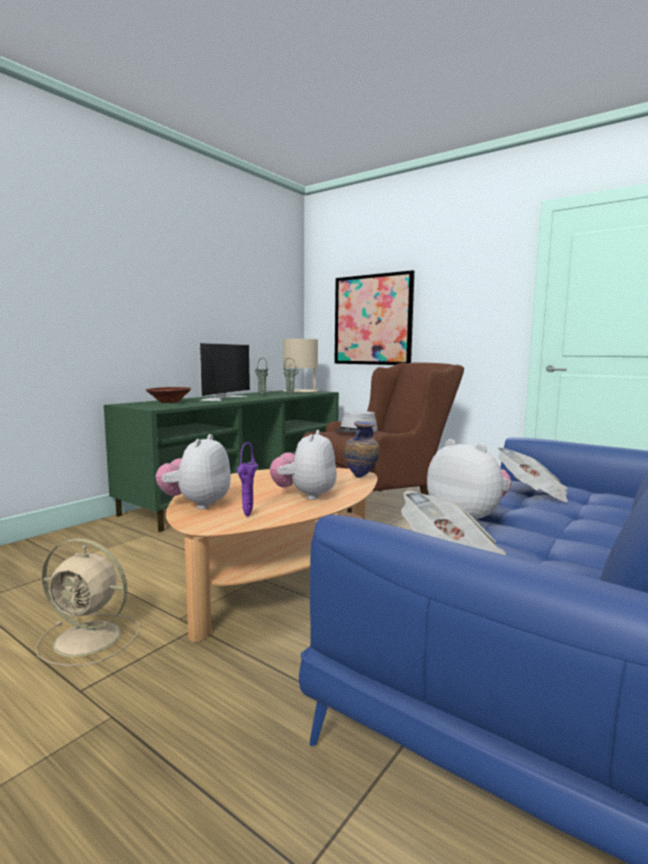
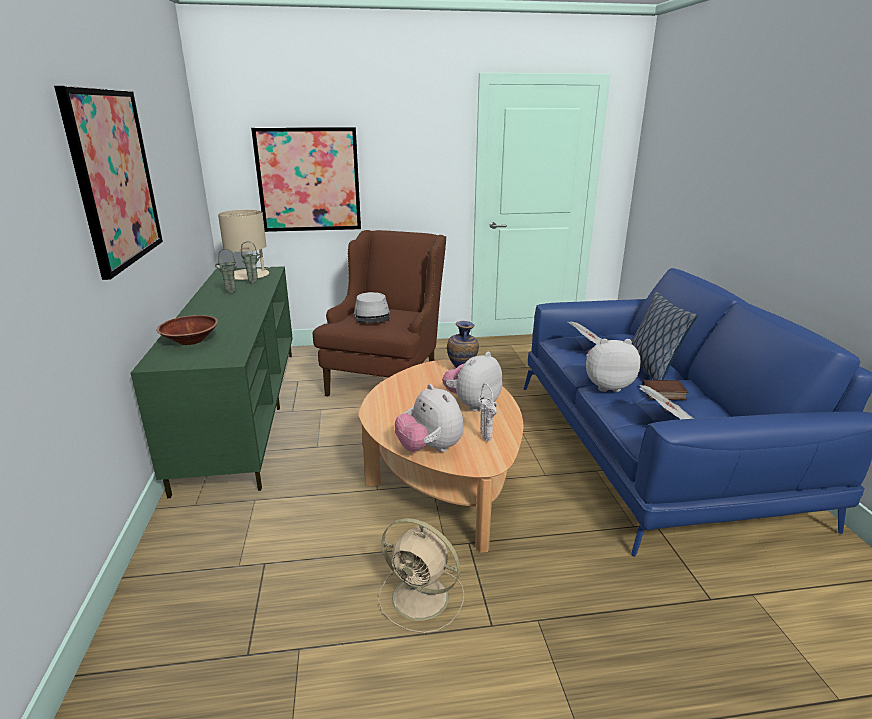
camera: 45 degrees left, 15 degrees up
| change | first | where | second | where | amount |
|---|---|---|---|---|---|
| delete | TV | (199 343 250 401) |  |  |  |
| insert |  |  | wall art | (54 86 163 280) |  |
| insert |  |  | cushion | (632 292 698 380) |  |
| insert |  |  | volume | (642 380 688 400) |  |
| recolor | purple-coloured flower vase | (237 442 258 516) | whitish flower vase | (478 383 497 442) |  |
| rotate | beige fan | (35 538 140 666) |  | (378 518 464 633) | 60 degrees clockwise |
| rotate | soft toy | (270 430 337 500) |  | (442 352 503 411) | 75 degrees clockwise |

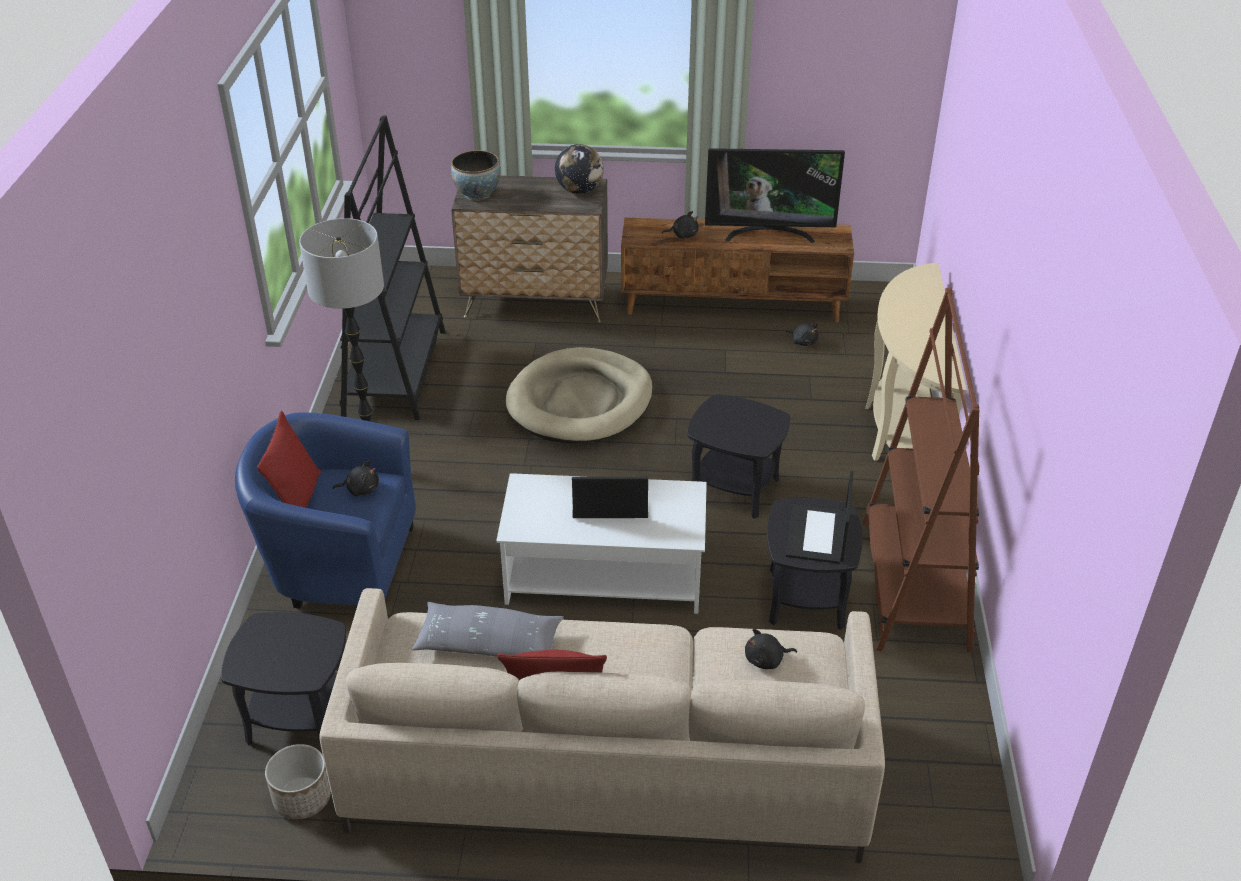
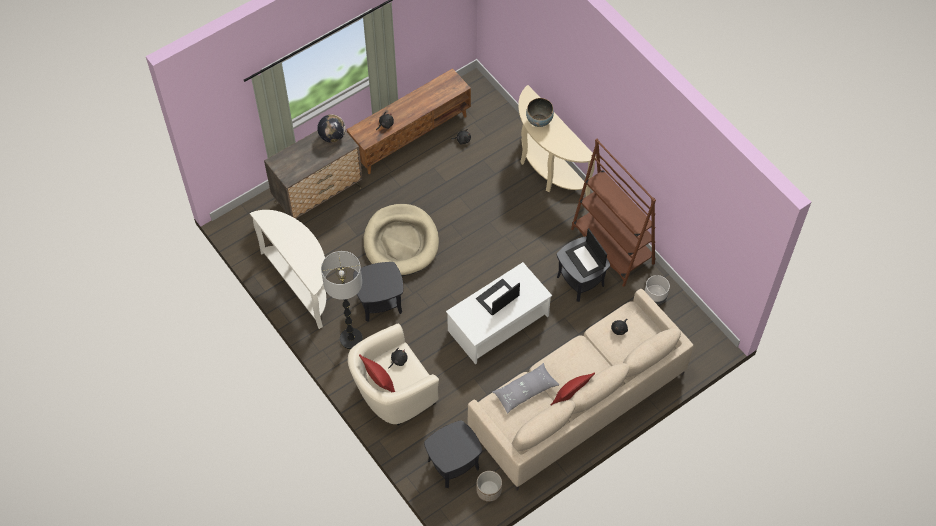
camera: 40 degrees left, 20 degrees up
| change | first | where | second | where | amount |
|---|---|---|---|---|---|
| delete | TV | (705 148 845 243) |  |  |  |
| insert |  |  | greyish planter | (645 275 670 304) |  |
| move | serving bowl | (451 150 500 201) |  | (526 98 554 127) |  |
| move | black-coloured side table | (687 394 790 518) |  | (353 262 403 322) |  |
| replace | black-coloured shelving unit | (340 115 445 420) | whitish console table | (250 210 326 329) |  |
| recolor | blue armchair | (235 412 416 608) | beige armchair | (348 323 439 425) |  |

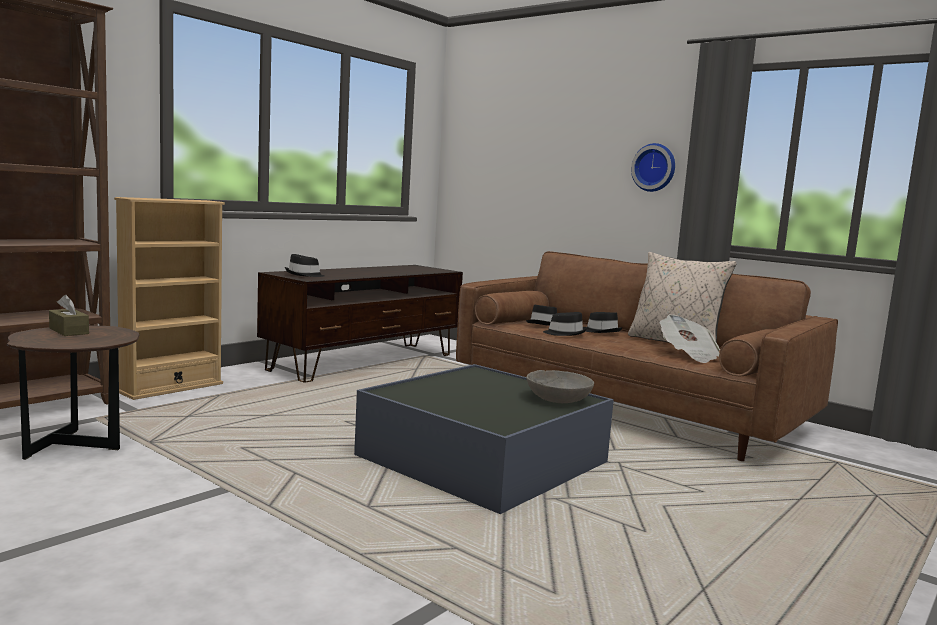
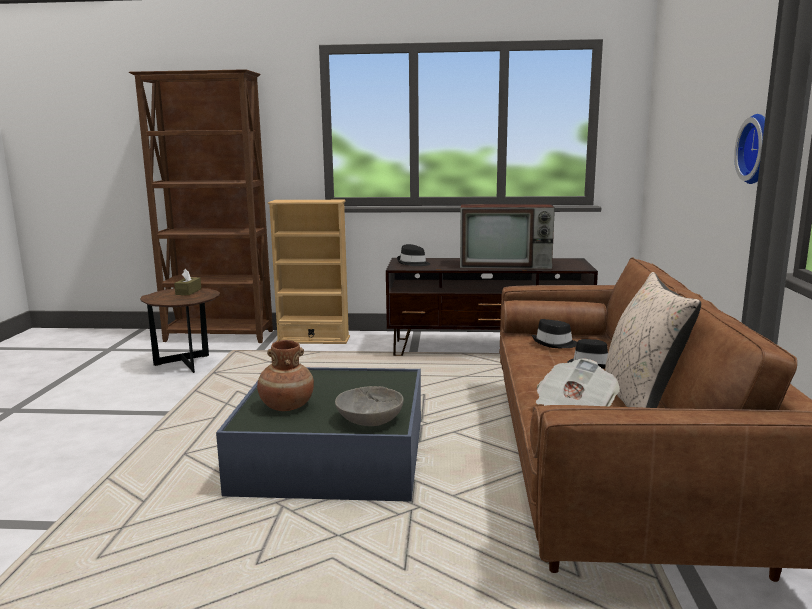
camera: 55 degrees right, 5 degrees up
| change | first | where | second | where | amount |
|---|---|---|---|---|---|
| delete | black-coloured hat | (543 312 587 336) |  |  |  |
| insert |  |  | brownish flower vase | (257 340 314 411) |  |
| insert |  |  | TV | (460 204 555 269) |  |

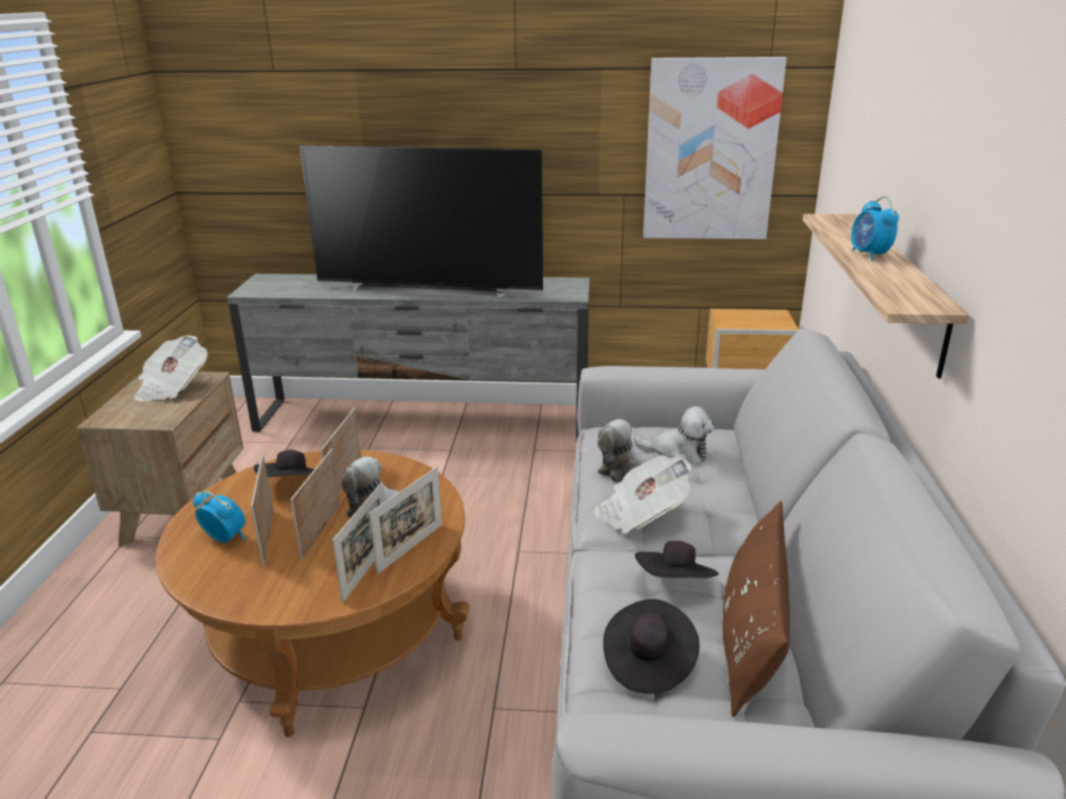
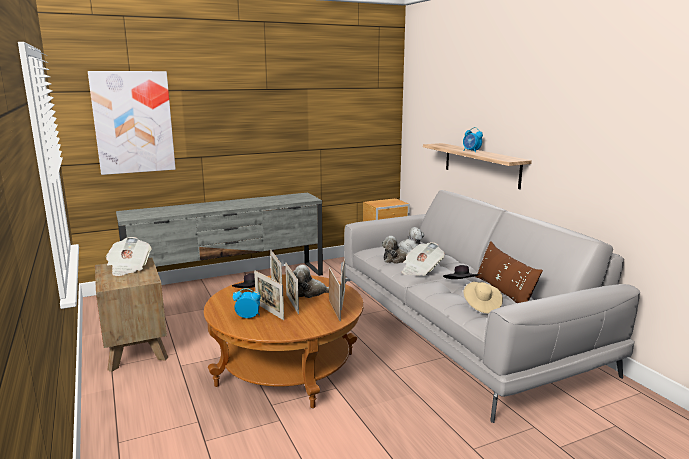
camera: 30 degrees left, 10 degrees down
| change | first | where | second | where | amount |
|---|---|---|---|---|---|
| delete | TV | (300 146 543 298) |  |  |  |
| move | wall art | (643 57 787 239) |  | (88 71 176 175) |  |
| recolor | black-coloured hat | (603 599 699 694) | beige hat | (463 282 503 313) |  |

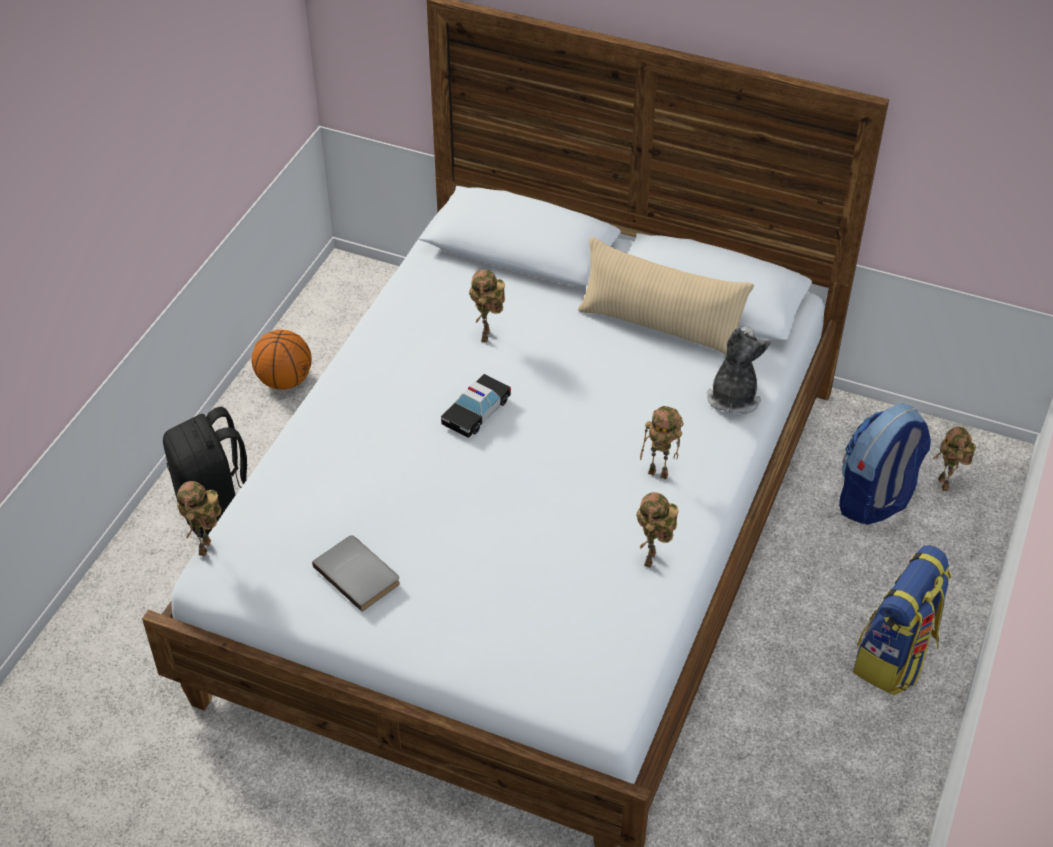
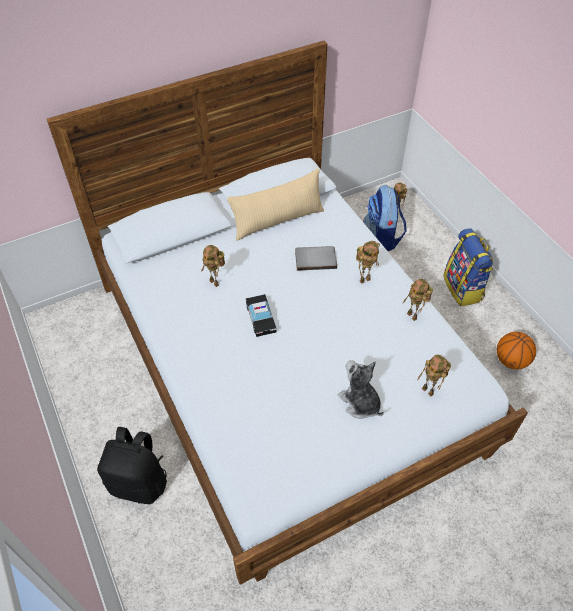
camera: 50 degrees left, 5 degrees up
| change | first | where | second | where | amount |
|---|---|---|---|---|---|
| move | toy robot | (177 481 221 556) |  | (417 354 451 396) |  |
| move | ball for basketball | (252 330 312 390) |  | (497 332 536 369) |  |
| move | greyish volume | (312 535 400 612) |  | (295 246 337 271) |  |
| move | soft toy | (707 326 770 414) |  | (337 360 384 419) |  |

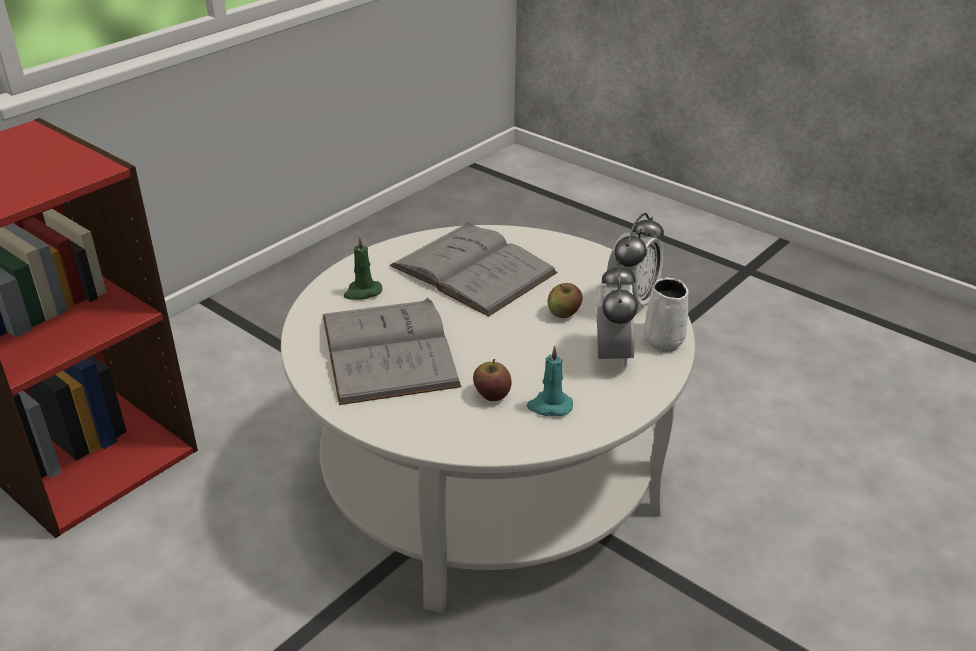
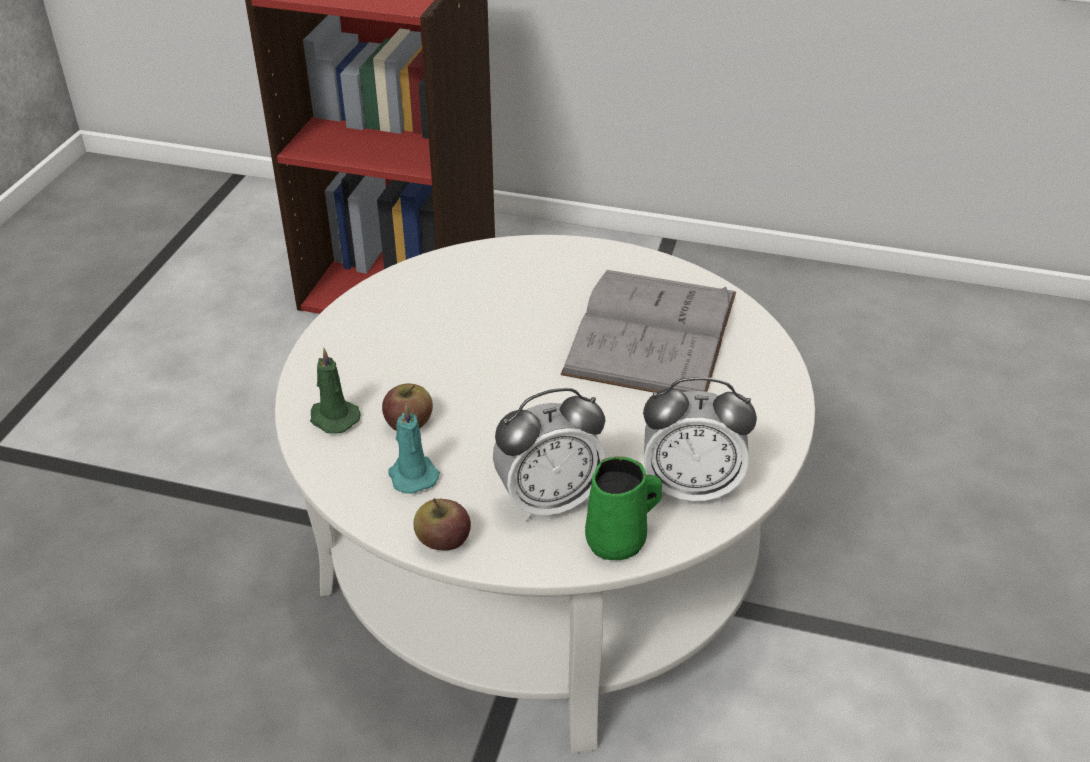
camera: 65 degrees right, 5 degrees up
| change | first | where | second | where | amount |
|---|---|---|---|---|---|
| delete | greyish volume | (323 298 461 405) |  |  |  |
| move | green-coloured wax candle | (344 236 382 300) |  | (310 348 360 434) |  |
| move | apple | (548 283 583 318) |  | (413 498 471 551) |  |
| recolor | whitish mug | (643 278 688 352) | green-coloured mug | (585 456 662 560) |  |

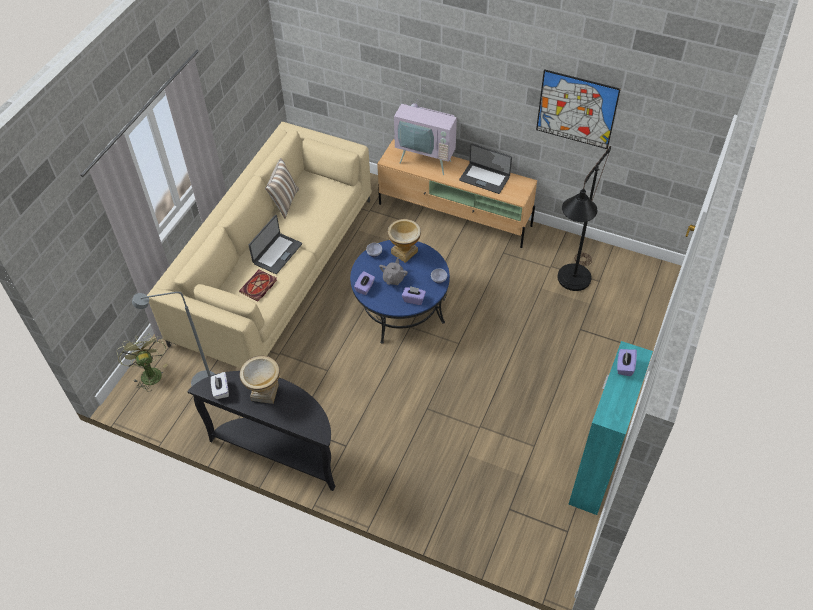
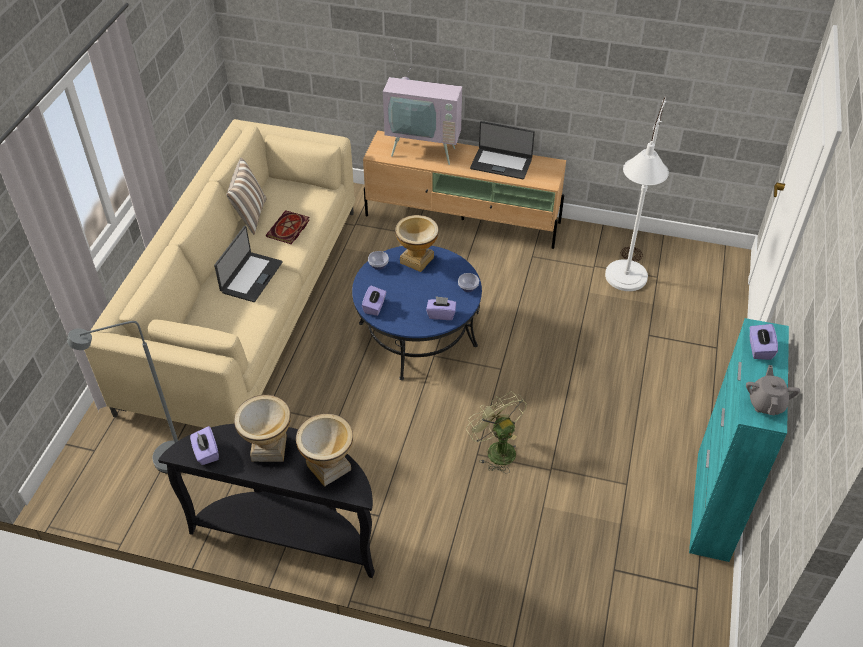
camera: 10 degrees left, 5 degrees down
| change | first | where | second | where | amount |
|---|---|---|---|---|---|
| delete | wall art | (536 69 621 149) |  |  |  |
| insert |  |  | flower vase | (296 413 353 487) |  |
| move | green-coloured fan | (117 334 168 390) |  | (466 391 527 473) |  |
| move | volume | (239 269 277 301) |  | (266 210 310 244) |  |
| move | greyish pot for tea | (379 257 408 285) |  | (746 365 800 416) |  |
| recolor | whitish tissue holder | (211 372 229 399) | purple-coloured tissue holder | (190 426 219 465) |  |
| recolor | black-coloured standard lamp | (558 146 611 291) | whitish standard lamp | (605 96 669 291) |  |

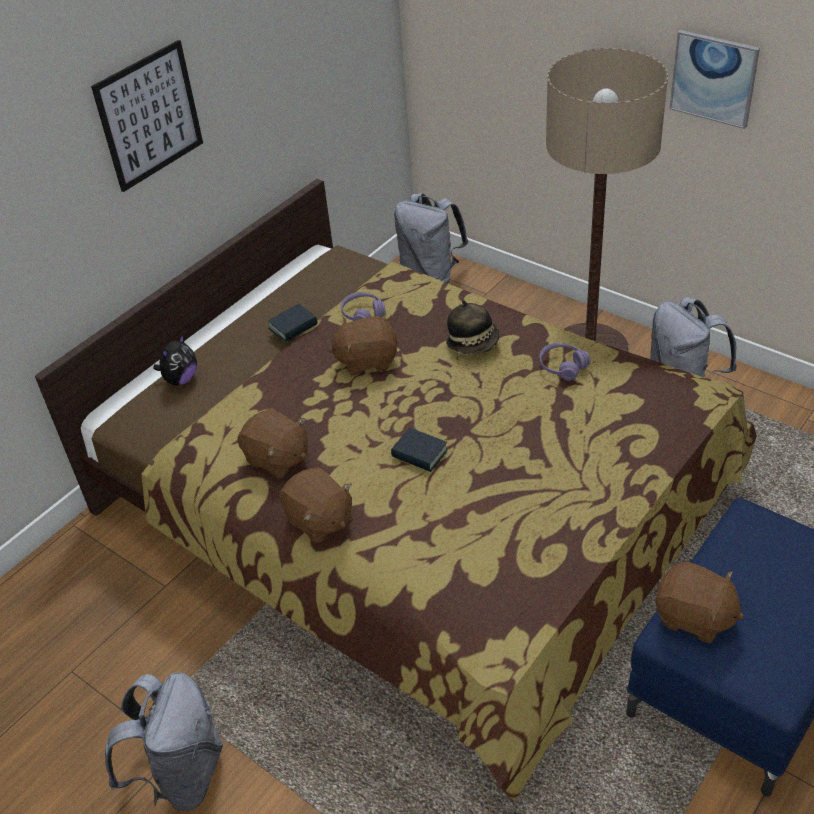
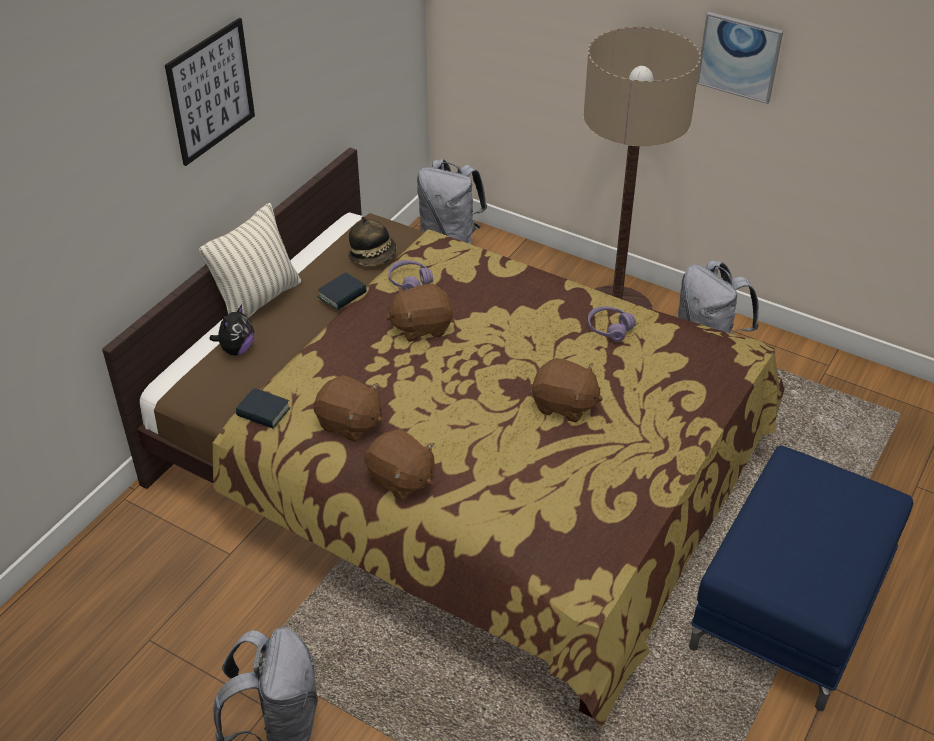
camera: 10 degrees left, 0 degrees up
| change | first | where | second | where | amount |
|---|---|---|---|---|---|
| insert |  |  | cushion | (199 203 301 318) |  |
| move | volume | (391 428 448 472) |  | (236 388 290 429) |  |
| move | hat | (446 300 500 355) |  | (348 217 397 266) |  |
| move | brownish soft toy | (655 562 744 643) |  | (532 358 603 422) |  |

